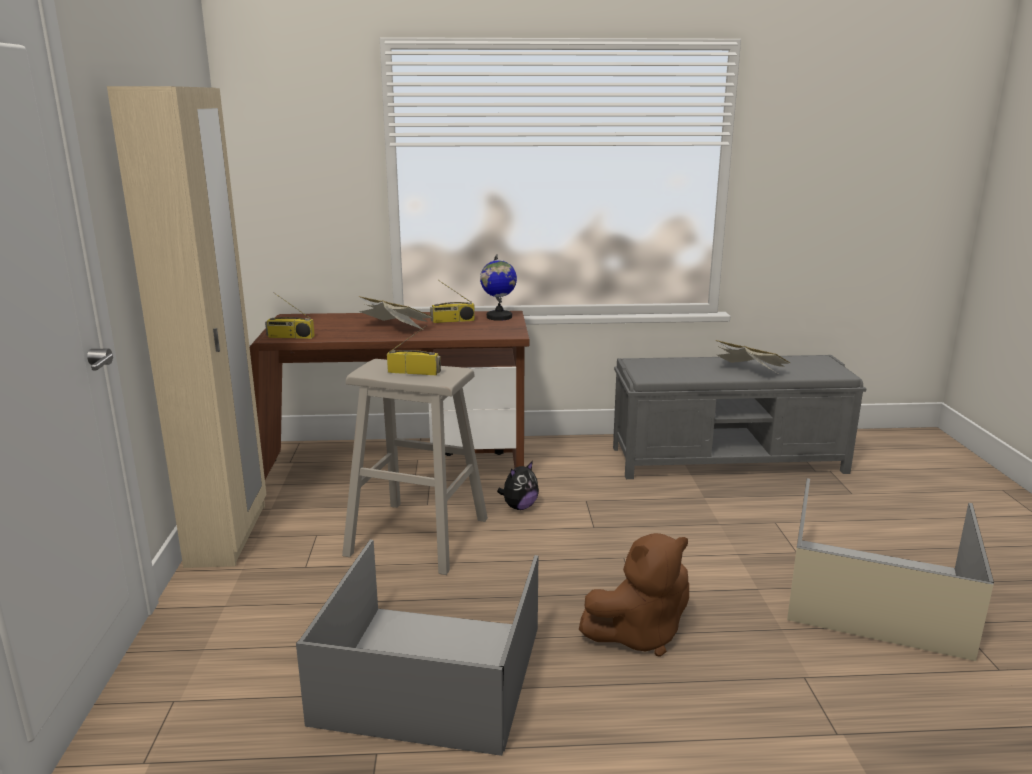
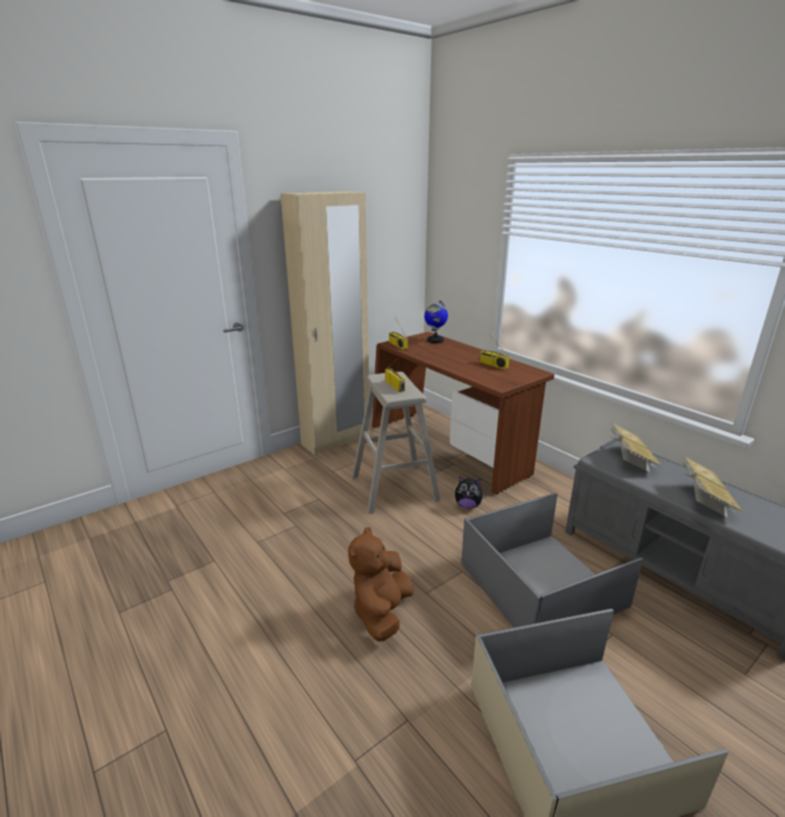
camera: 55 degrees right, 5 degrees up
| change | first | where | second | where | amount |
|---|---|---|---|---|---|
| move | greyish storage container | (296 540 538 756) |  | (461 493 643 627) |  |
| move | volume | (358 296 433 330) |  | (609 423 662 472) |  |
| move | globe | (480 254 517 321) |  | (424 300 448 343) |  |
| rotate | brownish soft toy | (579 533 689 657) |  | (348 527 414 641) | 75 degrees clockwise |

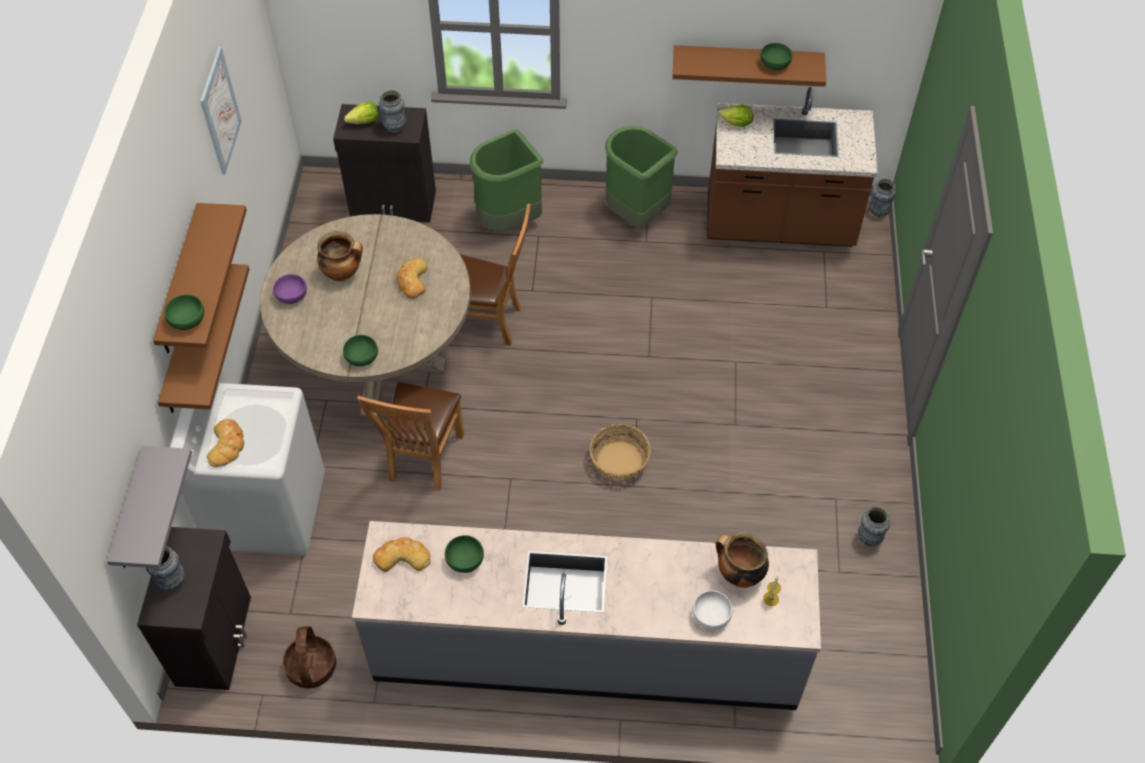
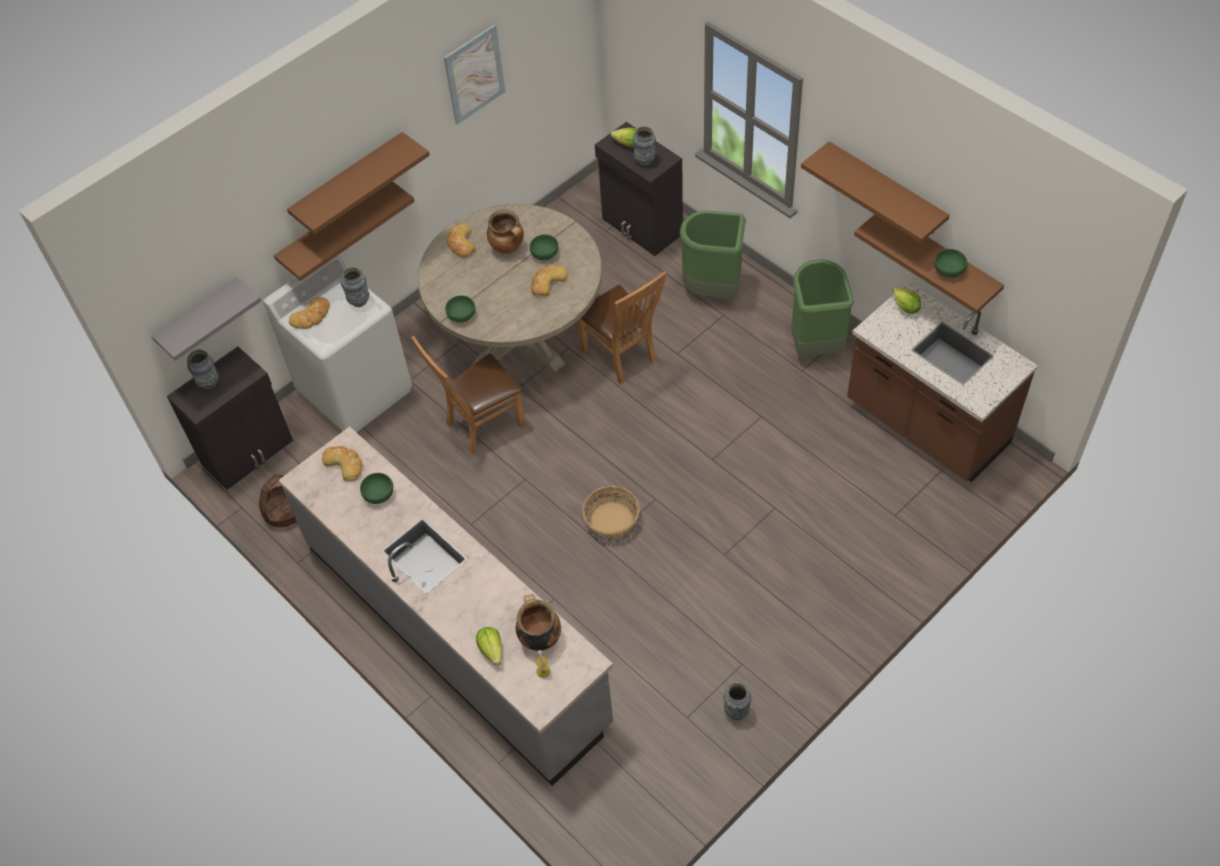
camera: 45 degrees right, 0 degrees up
| change | first | where | second | where | amount |
|---|---|---|---|---|---|
| insert |  |  | brownish wall shelf | (801 141 949 243) |  |
| move | green-coloured serving bowl | (164 295 204 330) |  | (529 234 558 260) |  |
| move | flower vase | (869 178 896 217) |  | (341 267 369 307) |  |
| replace | purple-coloured serving bowl | (273 274 307 304) | bakery bread | (447 224 475 258) |  |
| replace | whitish serving bowl | (692 591 732 630) | lettuce head | (476 627 502 666) |  |

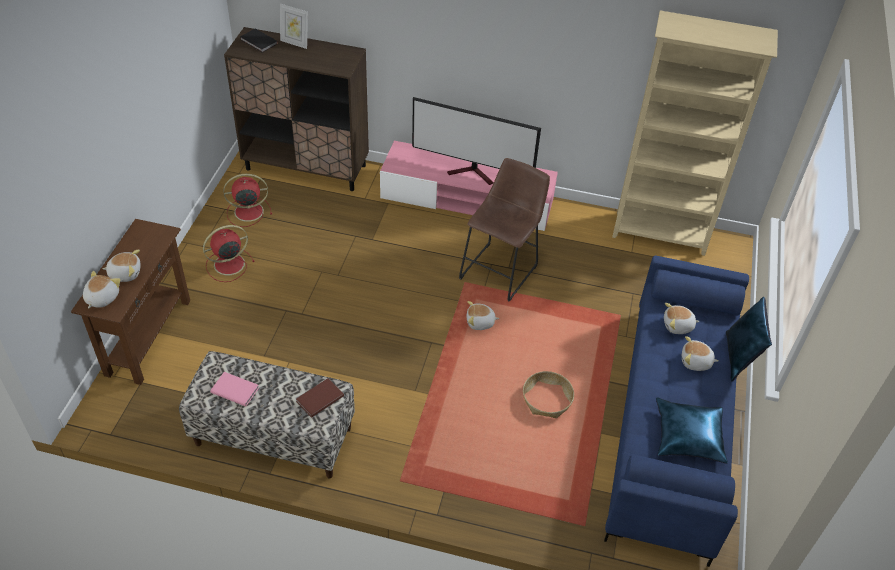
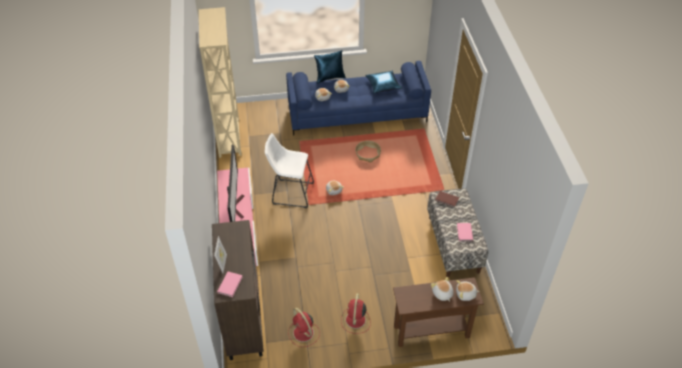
camera: 110 degrees left, 0 degrees up
| change | first | where | second | where | amount |
|---|---|---|---|---|---|
| recolor | black-coloured volume | (240 29 278 53) | pink volume | (217 272 243 297) |  |
| recolor | brownish stool seat | (459 158 550 302) | whitish stool seat | (265 133 314 208) |  |
| rotate | red-coloured fan | (203 225 255 282) |  | (341 294 371 334) | 60 degrees clockwise |

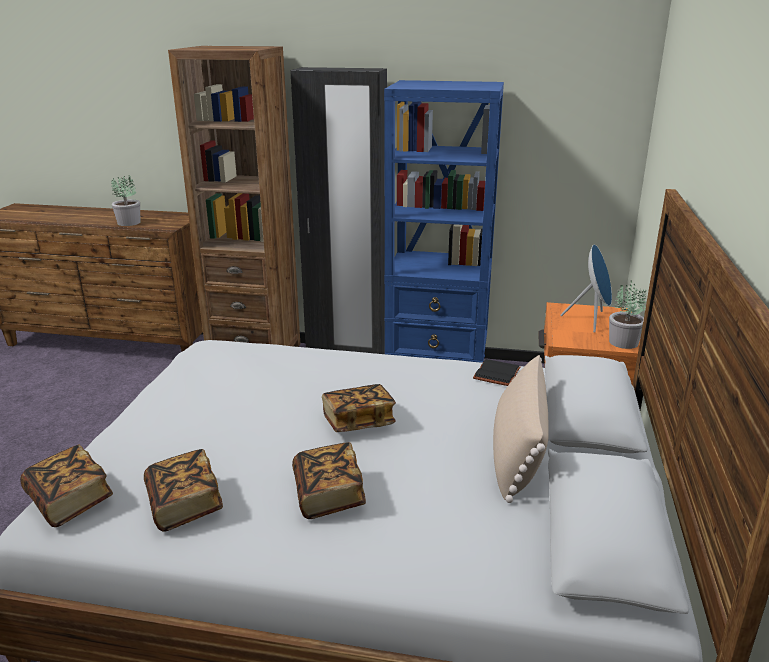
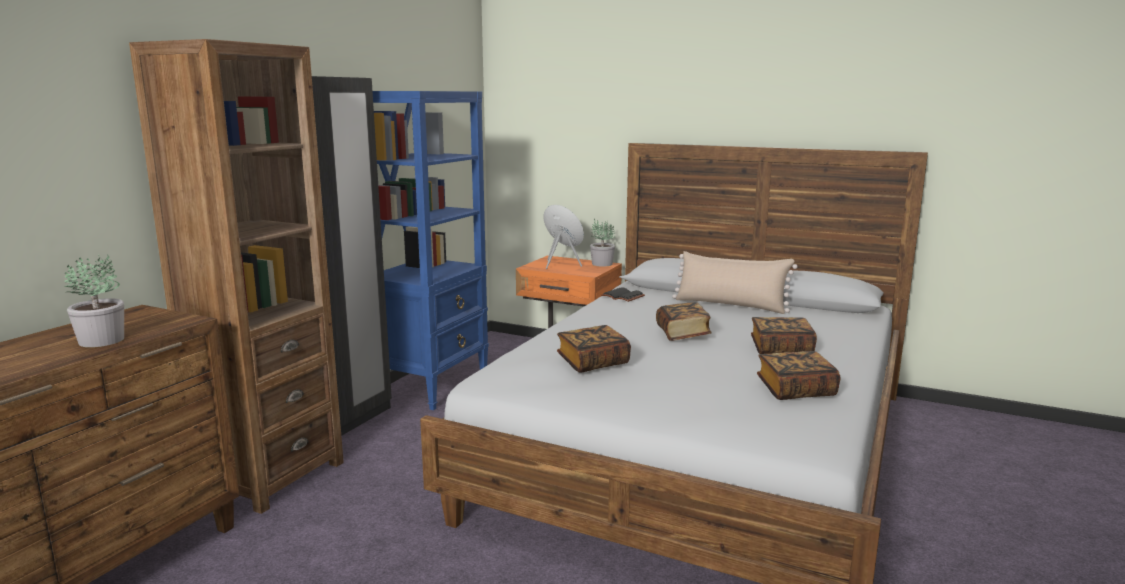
camera: 75 degrees left, 10 degrees down
| change | first | where | second | where | amount |
|---|---|---|---|---|---|
| move | volume | (20 445 113 527) |  | (557 325 631 373) |  |

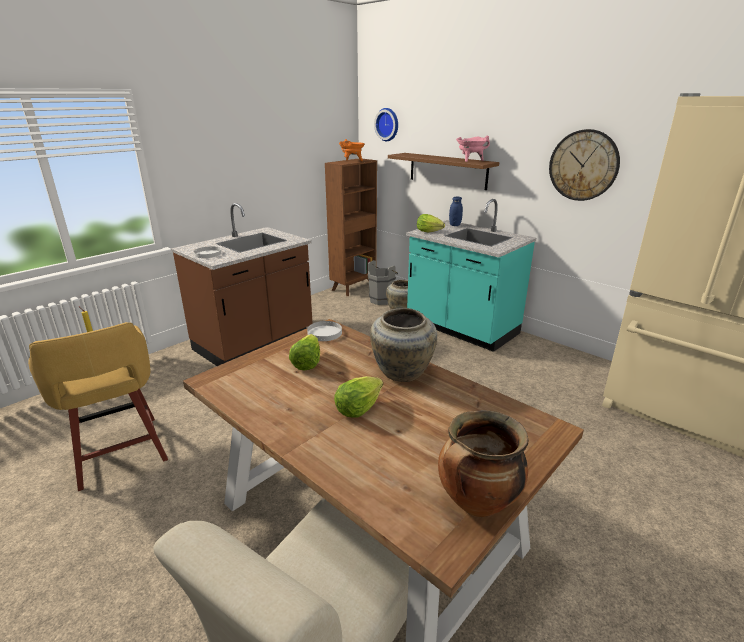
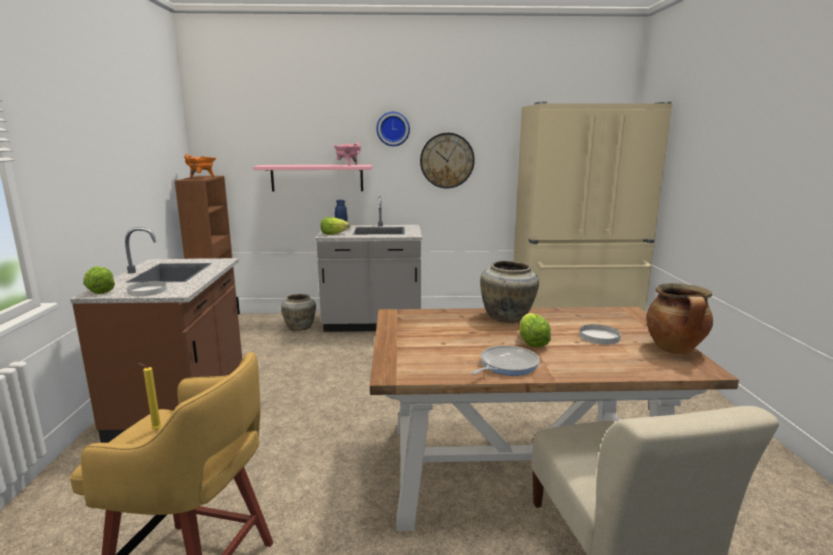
camera: 45 degrees left, 10 degrees down
| change | first | where | second | where | amount |
|---|---|---|---|---|---|
| delete | greyish pail | (367 260 398 305) |  |  |  |
| insert |  |  | skillet | (471 346 540 376) |  |
| move | lettuce head | (289 334 320 370) |  | (83 266 115 294) |  |
| move | whitish flat dish | (307 321 342 341) |  | (579 324 621 345) |  |
| move | wall clock | (374 108 398 141) |  | (376 112 410 146) |  |
| recolor | brownish wall shelf | (388 153 499 190) | pink wall shelf | (253 165 372 191) |  |
| recolor | turquoise-coloured kitchen base unit | (406 199 536 352) | greyish kitchen base unit | (315 196 422 332) |  |

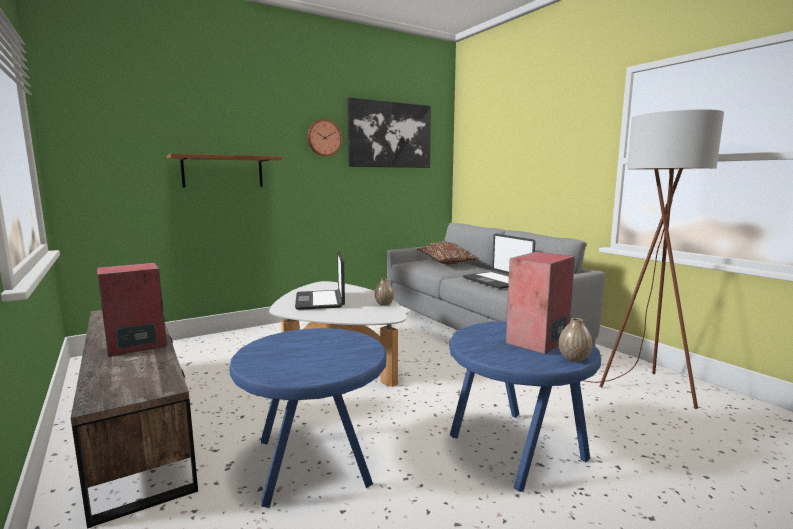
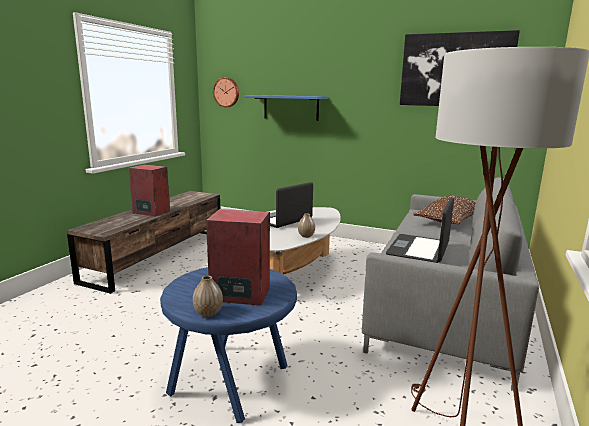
camera: 55 degrees right, 5 degrees up
| change | first | where | second | where | amount |
|---|---|---|---|---|---|
| delete | blue side table | (229 328 387 508) |  |  |  |
| move | wall clock | (307 120 342 156) |  | (213 77 239 107) |  |
| recolor | brownish wall shelf | (167 154 282 187) | blue wall shelf | (244 95 328 121) |  |

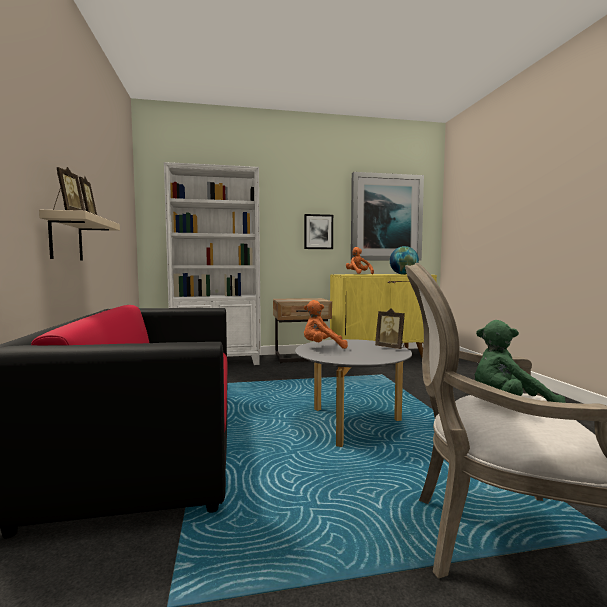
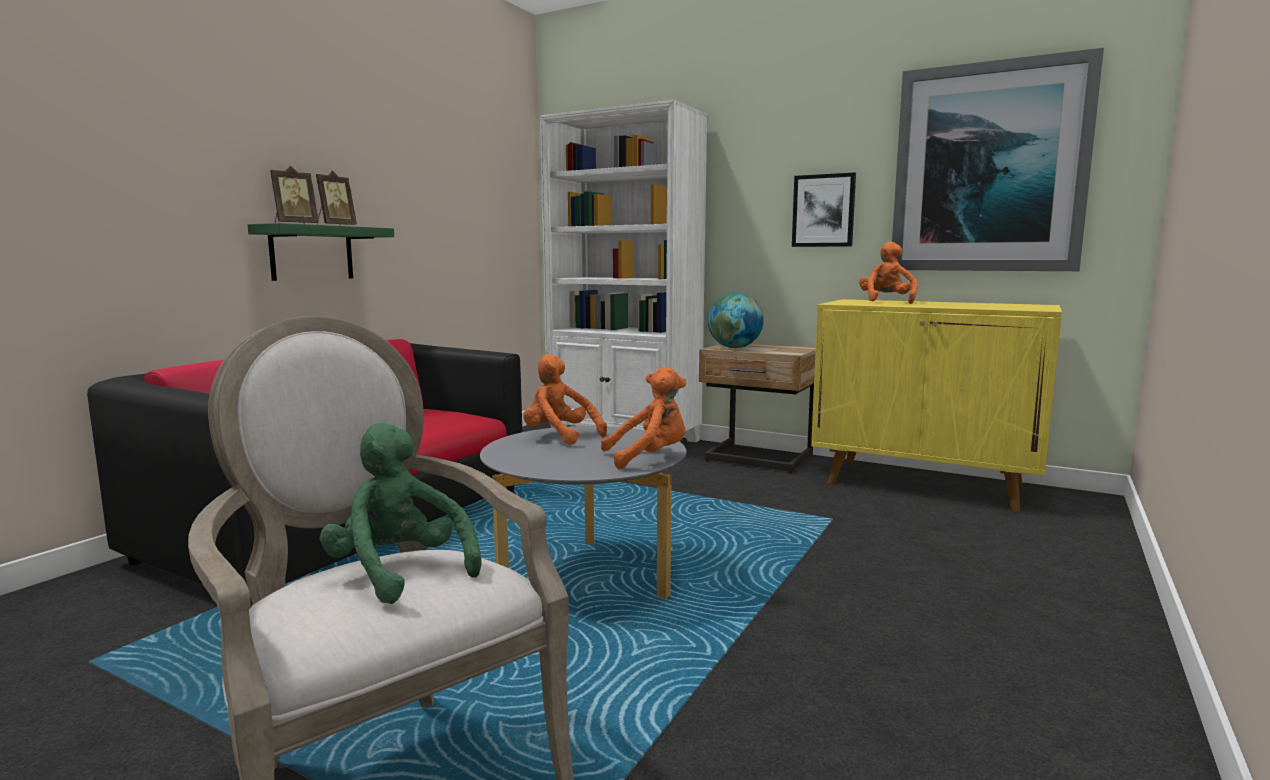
camera: 40 degrees right, 5 degrees up
| change | first | where | second | where | amount |
|---|---|---|---|---|---|
| move | globe | (390 246 419 275) |  | (708 293 764 348) |  |
| replace | standing frame | (375 308 405 349) | orange-coloured soft toy | (601 367 687 469) |  |
| recolor | beige wall shelf | (39 210 120 260) | green-coloured wall shelf | (248 223 394 281) |  |

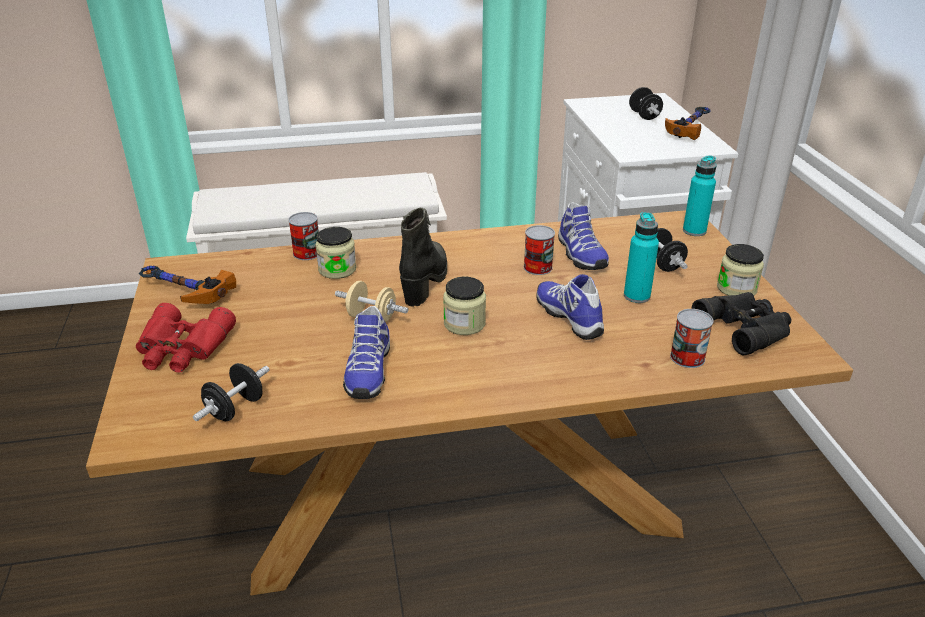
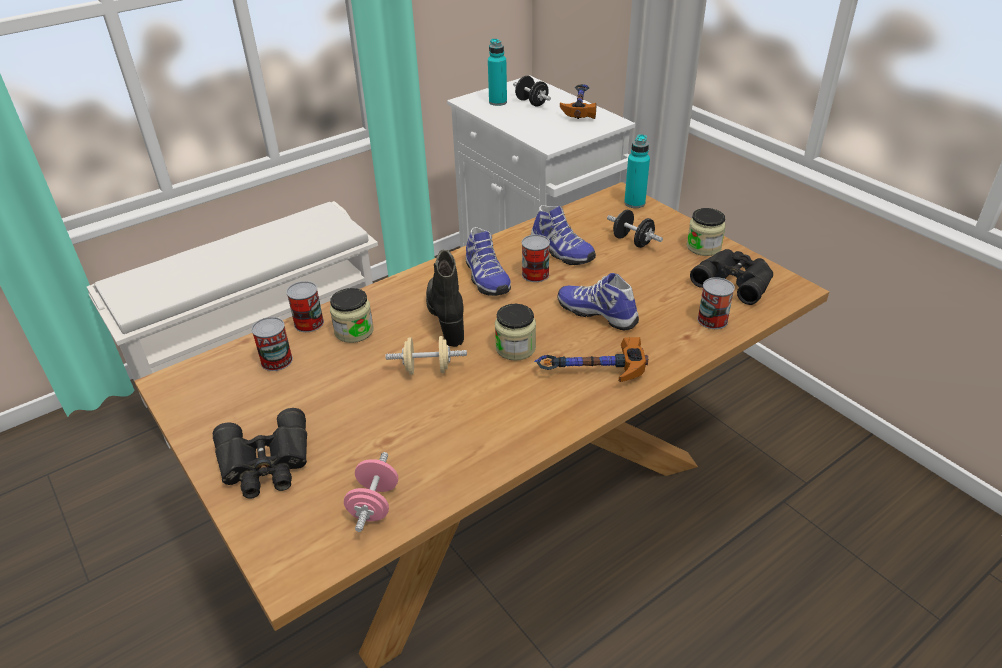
camera: 25 degrees left, 5 degrees up
| change | first | where | second | where | amount |
|---|---|---|---|---|---|
| insert |  |  | can | (251 317 293 371) |  |
| move | hammer | (139 266 236 304) |  | (534 337 648 382) |  |
| move | item of footwear | (343 306 390 399) |  | (466 227 511 296) |  |
| move | turquoise-coloured beverage bottle | (624 212 659 303) |  | (488 38 507 106) |  |
| recolor | red-coloured binoculars | (136 303 236 373) | black-coloured binoculars | (212 408 307 498) |  |
| recolor | black-coloured dumbbell | (193 363 270 421) | pink dumbbell | (344 452 398 532) |  |

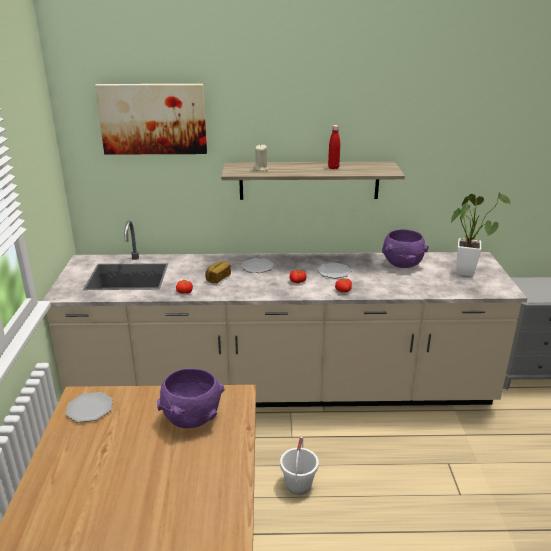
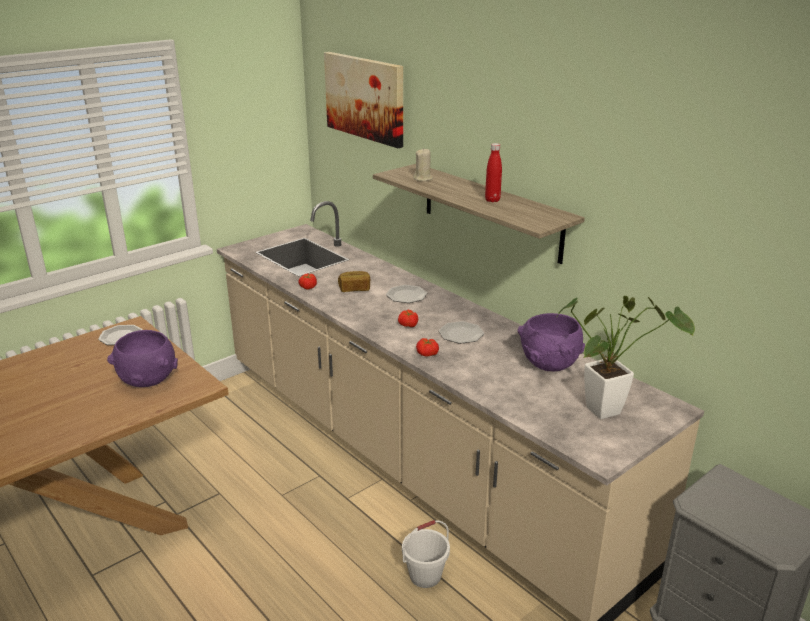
camera: 50 degrees right, 0 degrees up
| change | first | where | second | where | amount |
|---|---|---|---|---|---|
| move | whitish pail | (280 437 319 495) |  | (402 520 450 588) |  |

